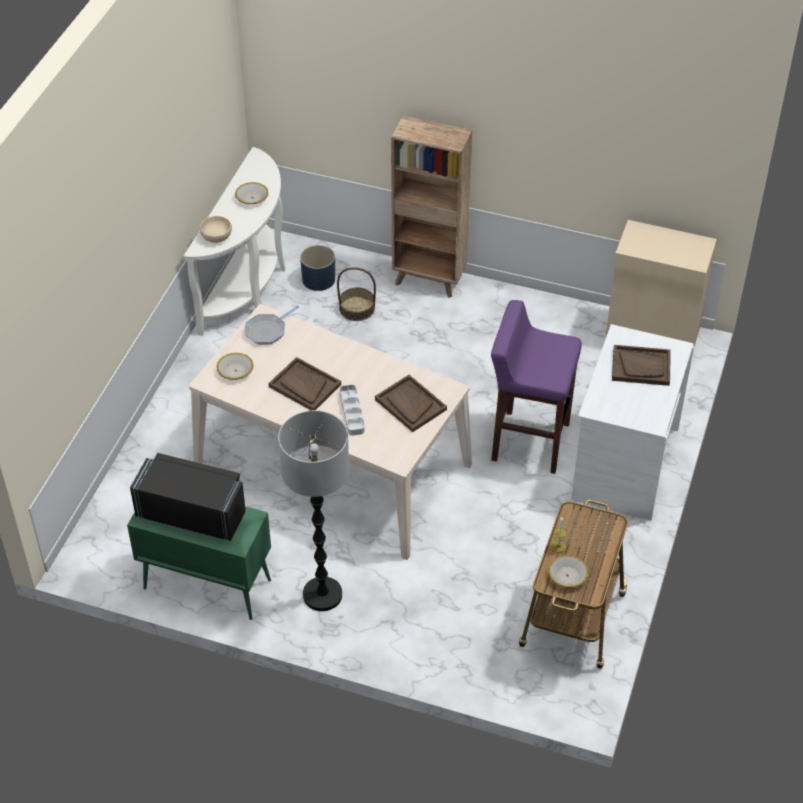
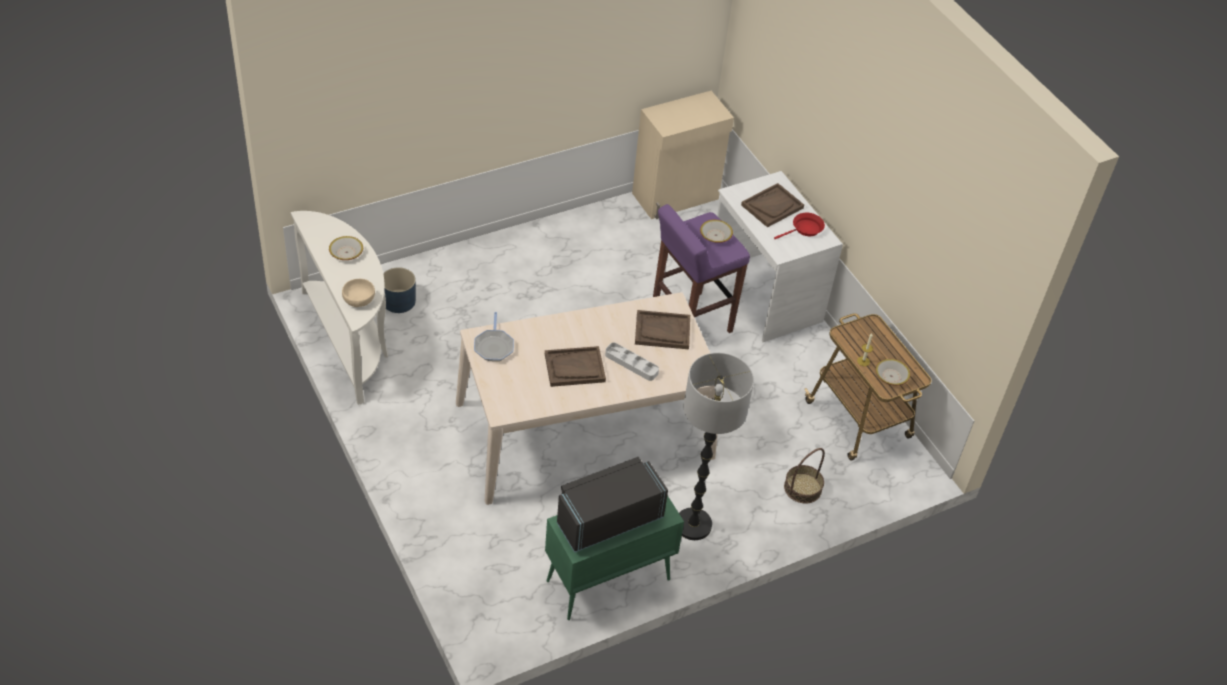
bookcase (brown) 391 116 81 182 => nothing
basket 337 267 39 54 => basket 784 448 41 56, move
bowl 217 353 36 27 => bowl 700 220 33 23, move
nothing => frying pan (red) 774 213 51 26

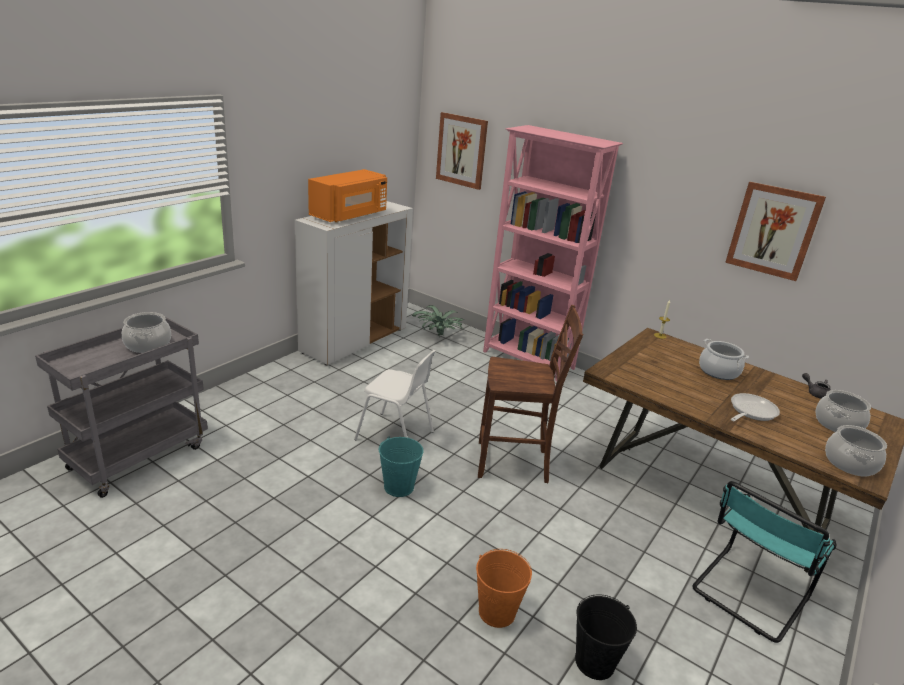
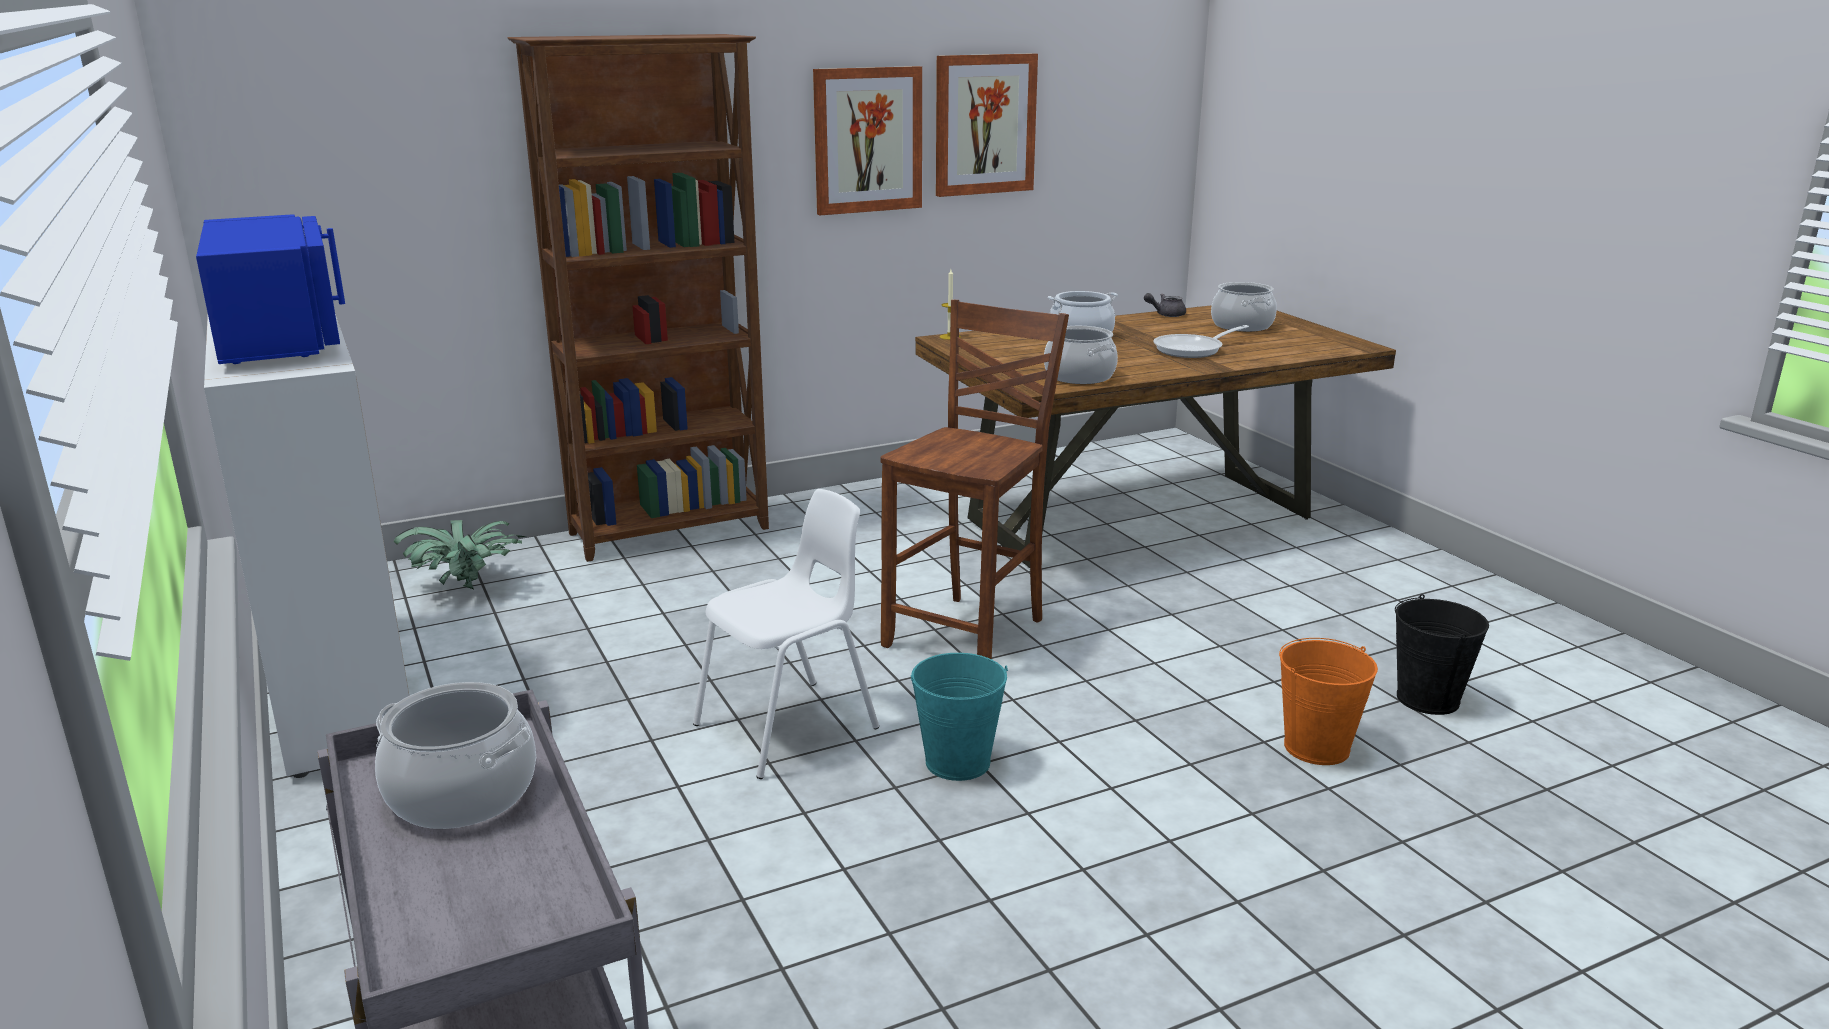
picture 436 112 52 78 => picture 813 66 109 149, move
bookcase (pink) 483 125 140 257 => bookcase (brown) 507 34 262 528
microwave (orange) 308 169 79 53 => microwave (blue) 196 214 149 150
frying pan 731 393 49 28 => frying pan 1154 325 95 33, 105 degrees counterclockwise
cooking pot 825 425 62 52 => cooking pot 1044 326 74 58, move
chair (turquoise) 693 481 143 162 => nothing

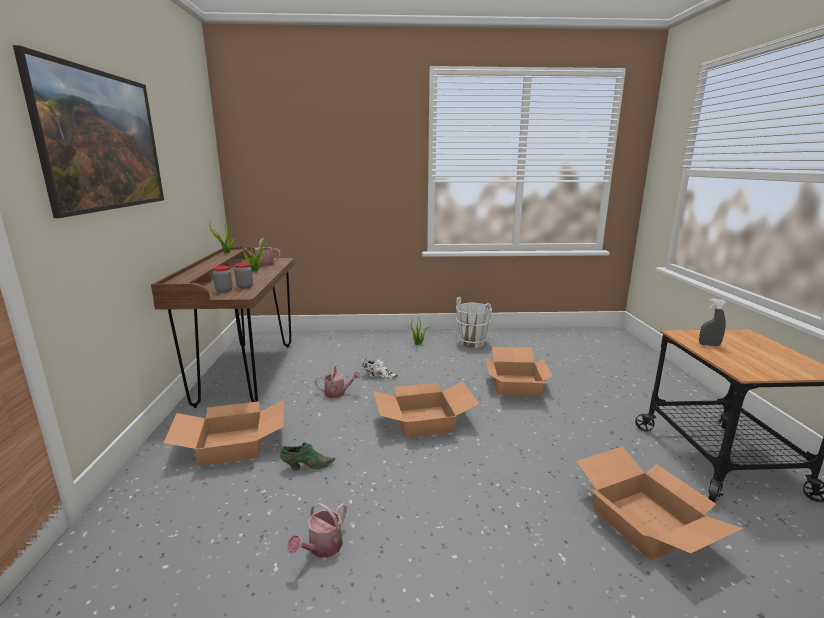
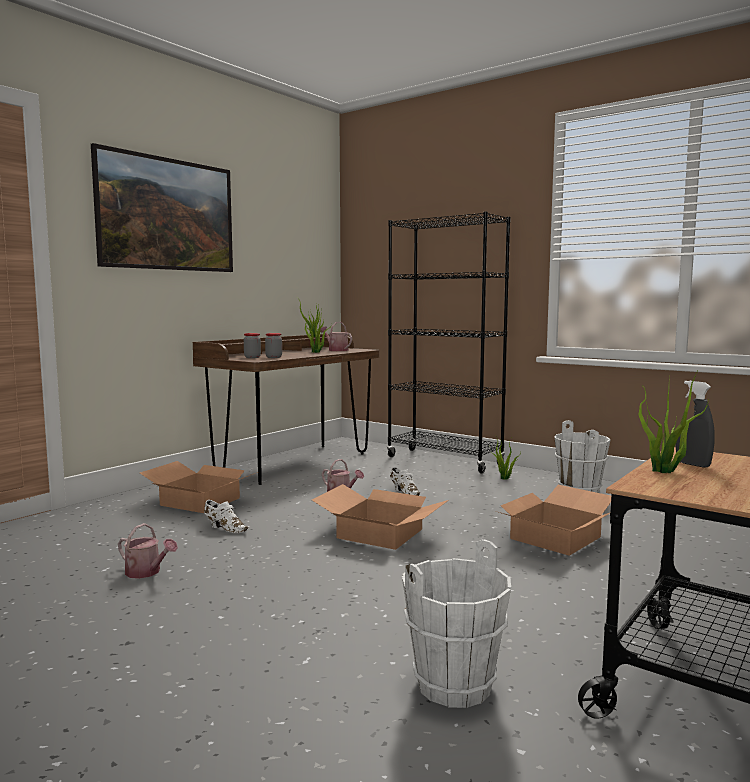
shoe (green) 280 442 55 28 => shoe (white) 204 500 44 33
cardboard box 576 446 168 114 => bucket (white) 402 540 109 168
watering can 287 503 60 55 => watering can 118 523 60 56, 135 degrees counterclockwise
nothing => bookcase (black) 387 212 123 261
nothing => potted plant 638 370 71 103

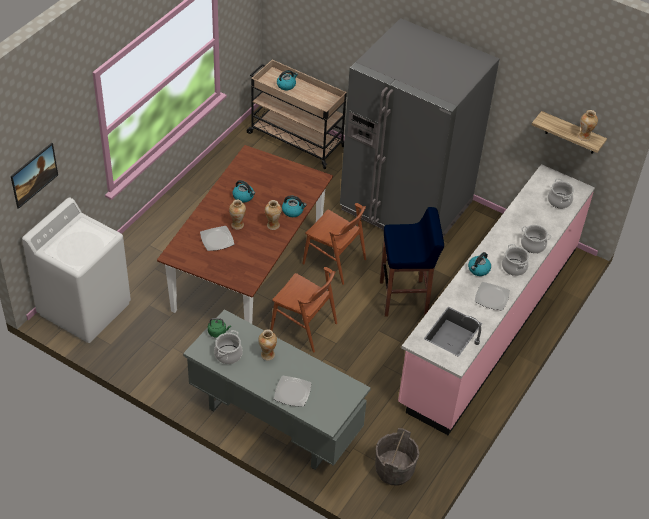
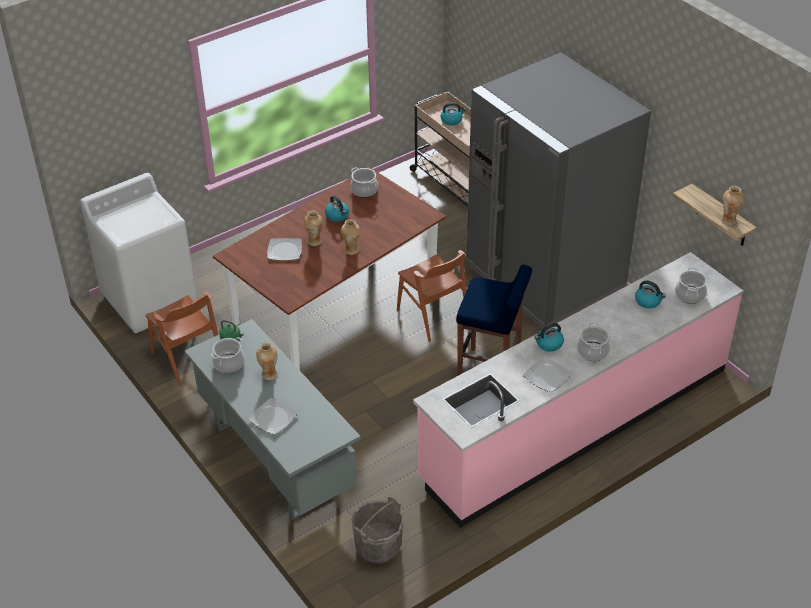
picture 11 143 47 66 => nothing
kettle 282 196 25 21 => kettle 635 281 31 27, move
cooking pot 521 225 30 28 => cooking pot 350 167 28 30, move
chair (brown) 270 267 67 85 => chair (brown) 146 291 72 95, move

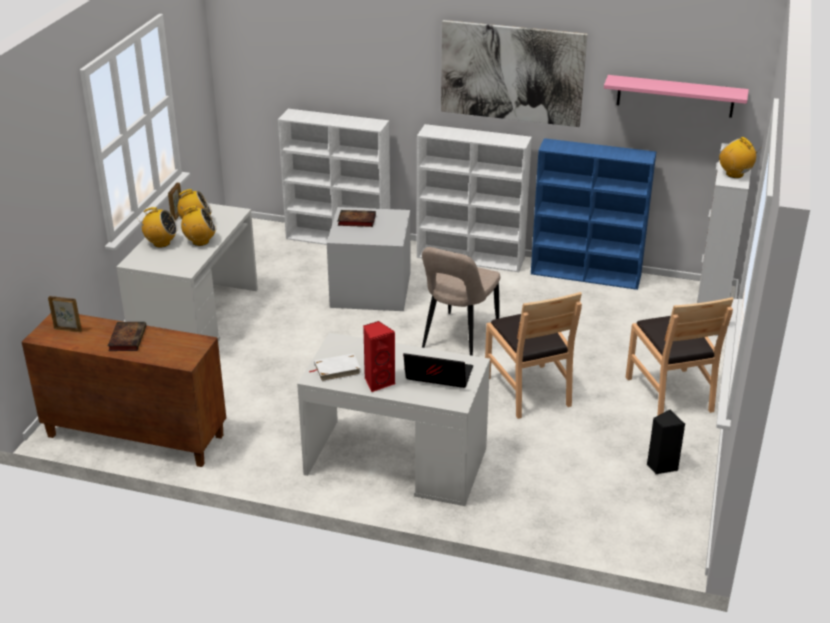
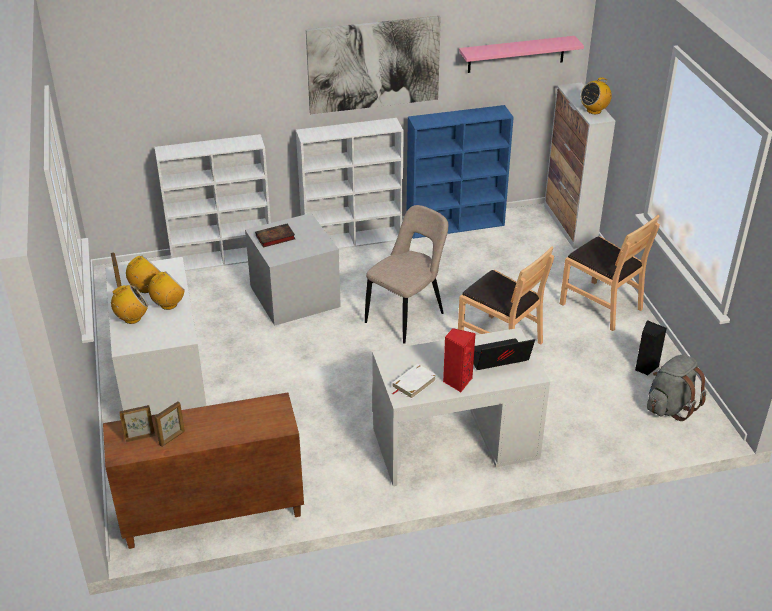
radio 719 137 43 41 => radio 580 77 32 37, 60 degrees counterclockwise
chair (beige) 422 247 78 109 => chair (beige) 365 205 83 139, 135 degrees counterclockwise
book 108 322 39 29 => nothing
nothing => backpack (grey) 647 354 59 67
nothing => picture frame 154 401 31 46

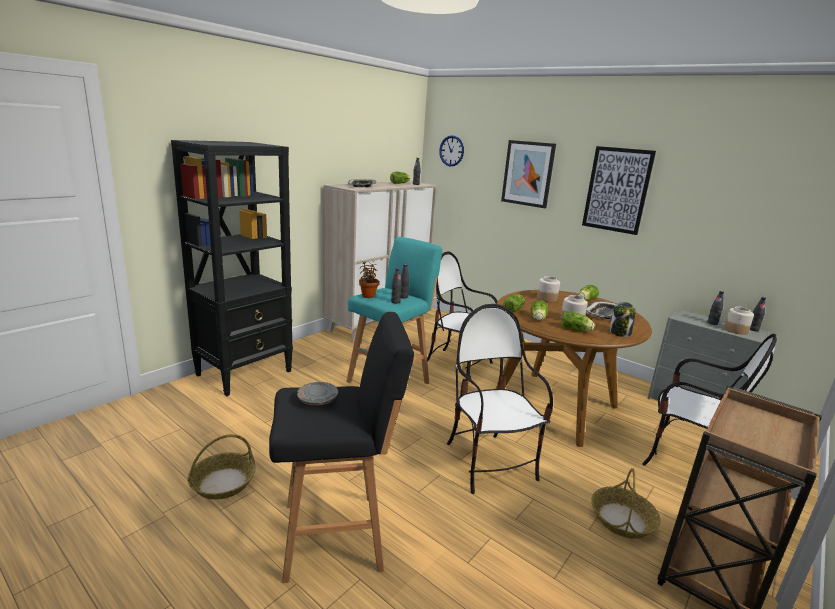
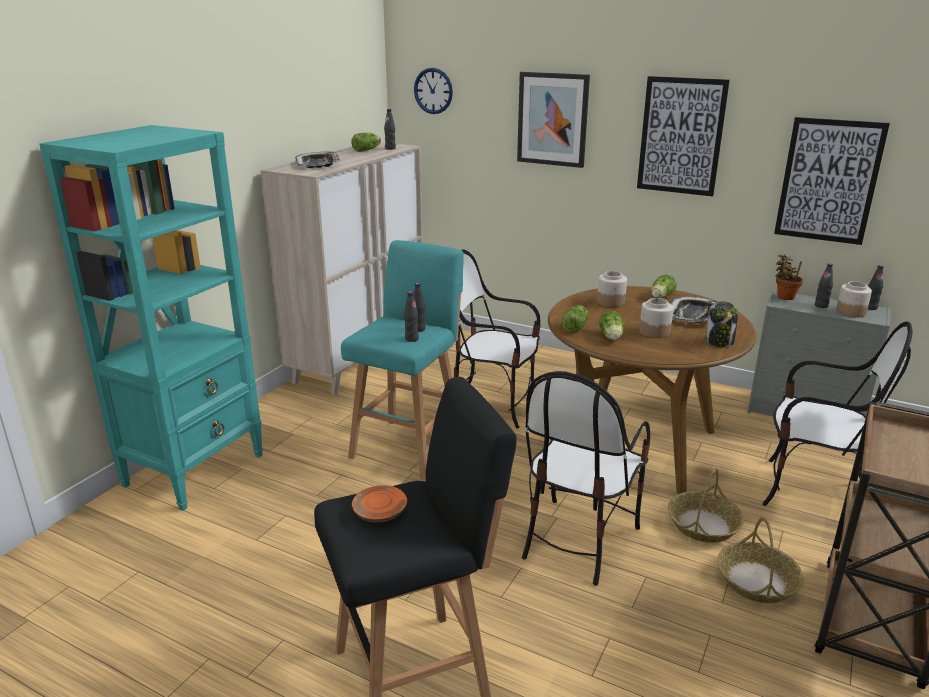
bookcase (black) 171 140 122 256 => bookcase (turquoise) 39 125 224 386
potted plant 359 262 20 36 => potted plant 775 254 28 46, move
chair 447 304 106 190 => chair 522 371 128 215, 120 degrees counterclockwise
lettuce 561 311 34 20 => nothing
plate (grey) 297 382 41 24 => plate (orange) 352 485 55 37
basket 187 434 69 66 => basket 668 468 76 75, move
nothing => picture 774 117 116 128

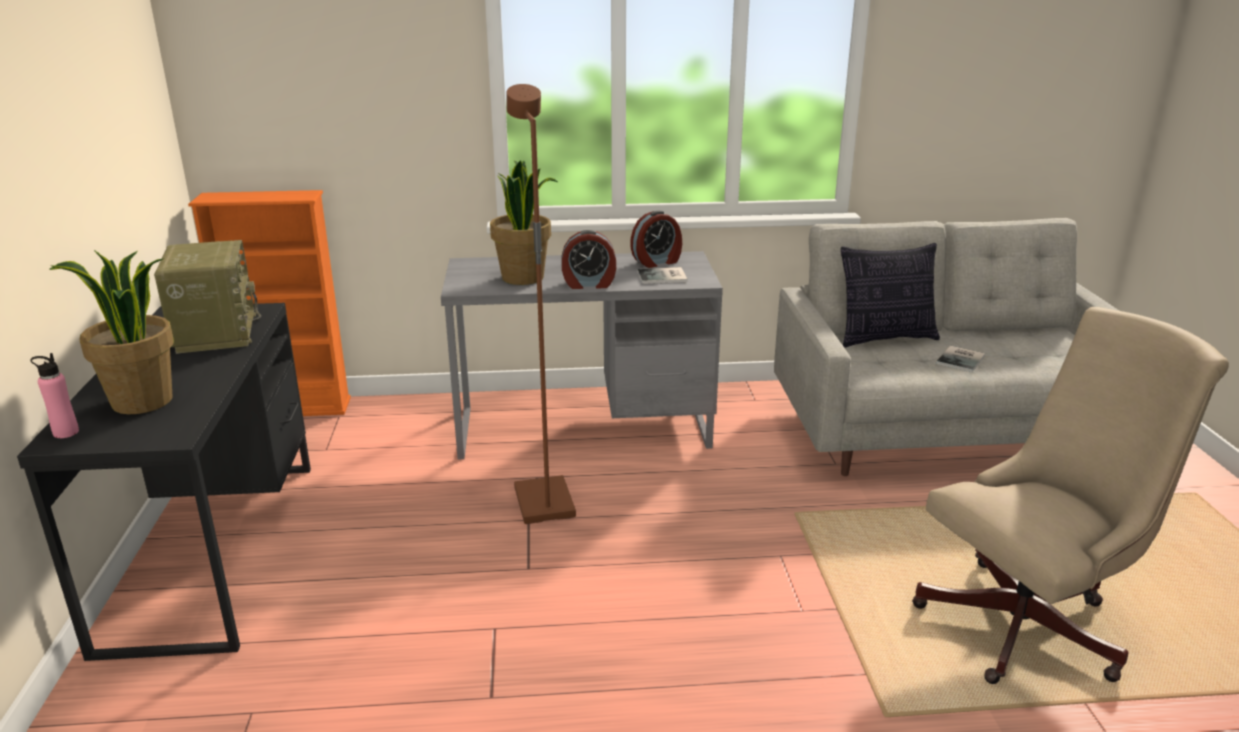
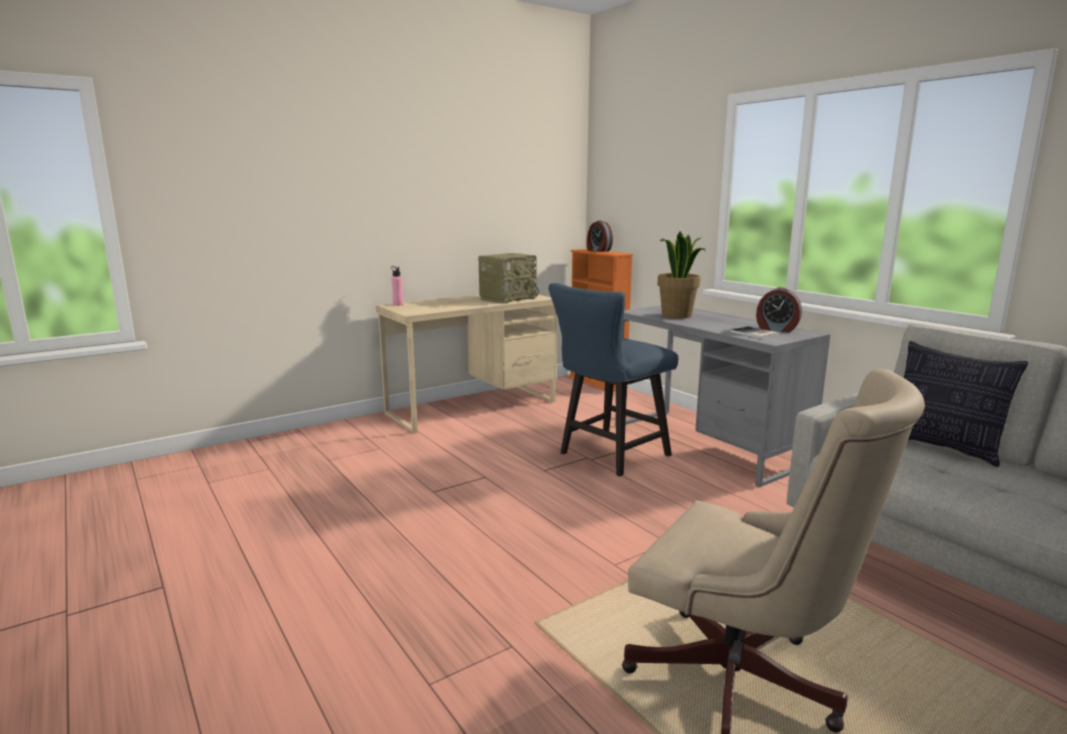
floor lamp (brown) 507 84 69 440 => chair (blue) 548 283 130 194
alarm clock 562 230 54 59 => alarm clock 587 220 26 32, move
potted plant 49 250 125 164 => nothing
desk (black) 17 303 294 358 => desk (beige) 376 294 181 140
book 936 346 49 26 => nothing

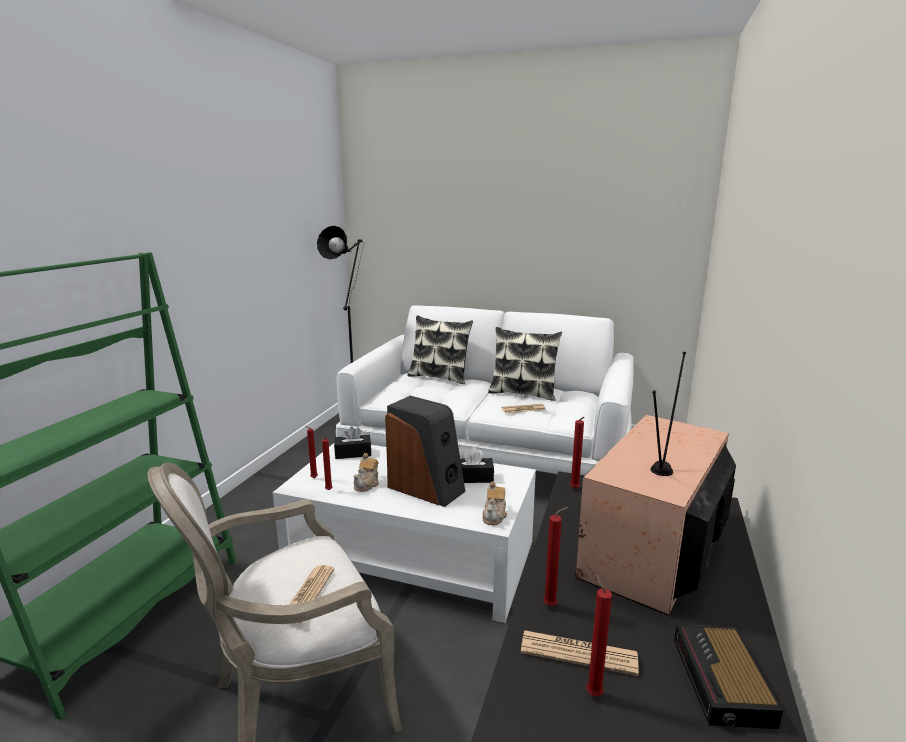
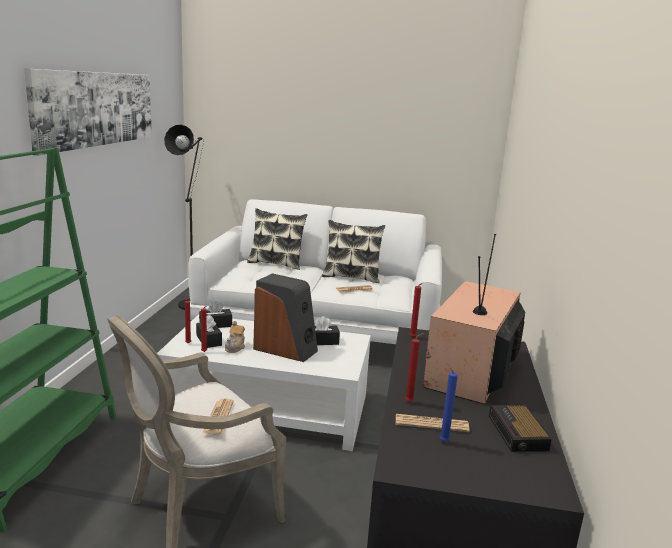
teapot 483 481 24 44 => nothing
candle (red) 586 572 26 124 => candle (blue) 440 363 18 79
nothing => picture 24 68 128 88
nothing => tissue box (black) 196 315 26 33

